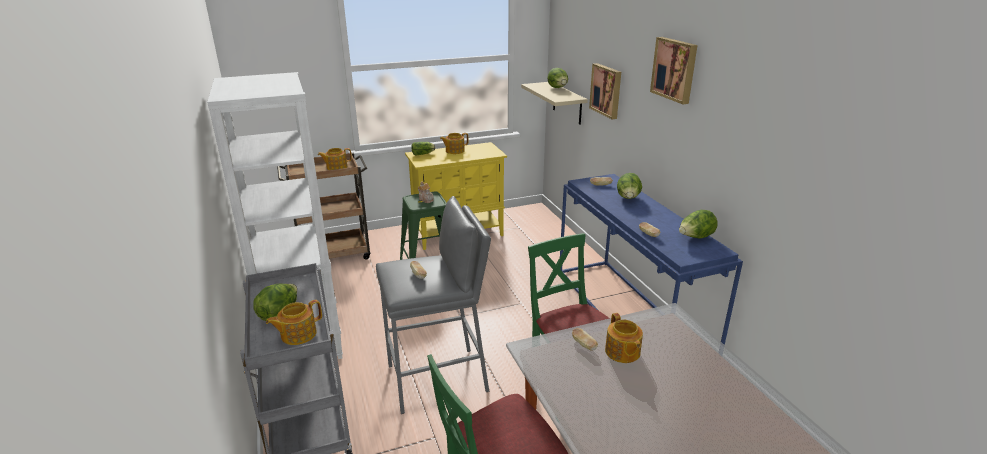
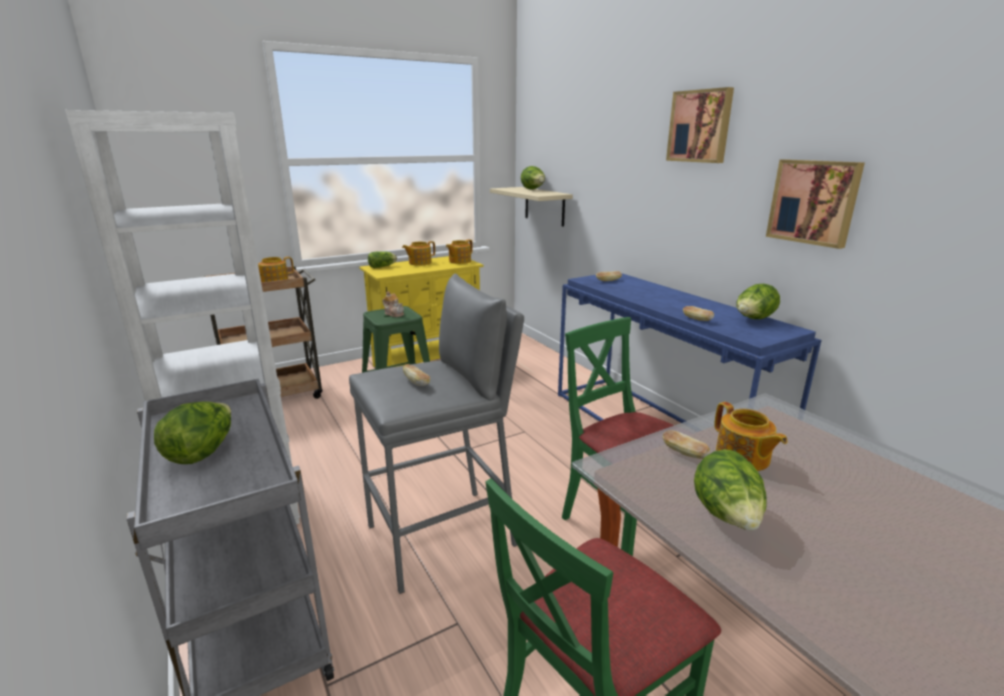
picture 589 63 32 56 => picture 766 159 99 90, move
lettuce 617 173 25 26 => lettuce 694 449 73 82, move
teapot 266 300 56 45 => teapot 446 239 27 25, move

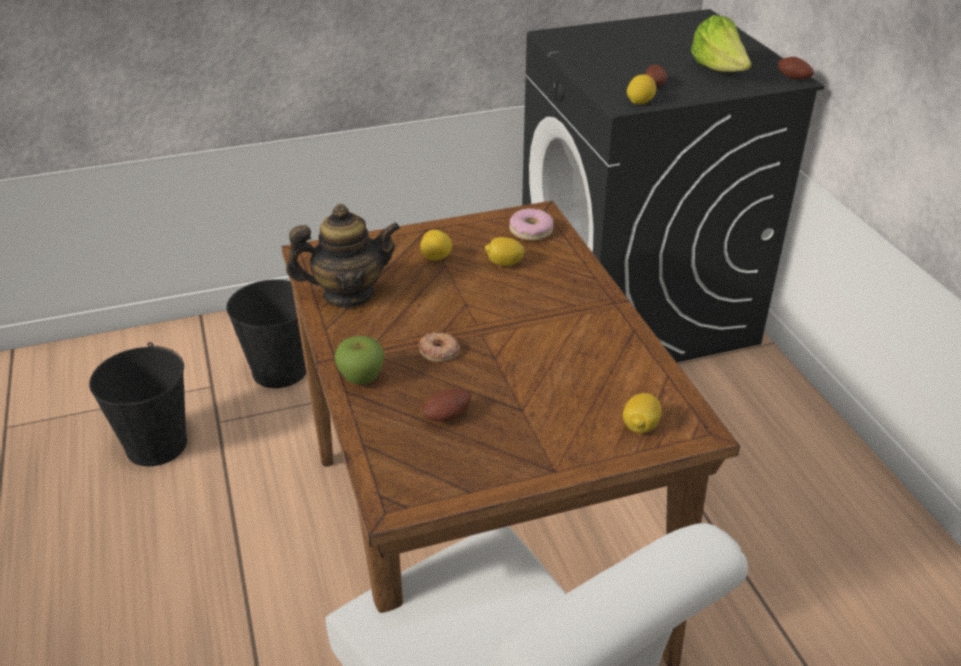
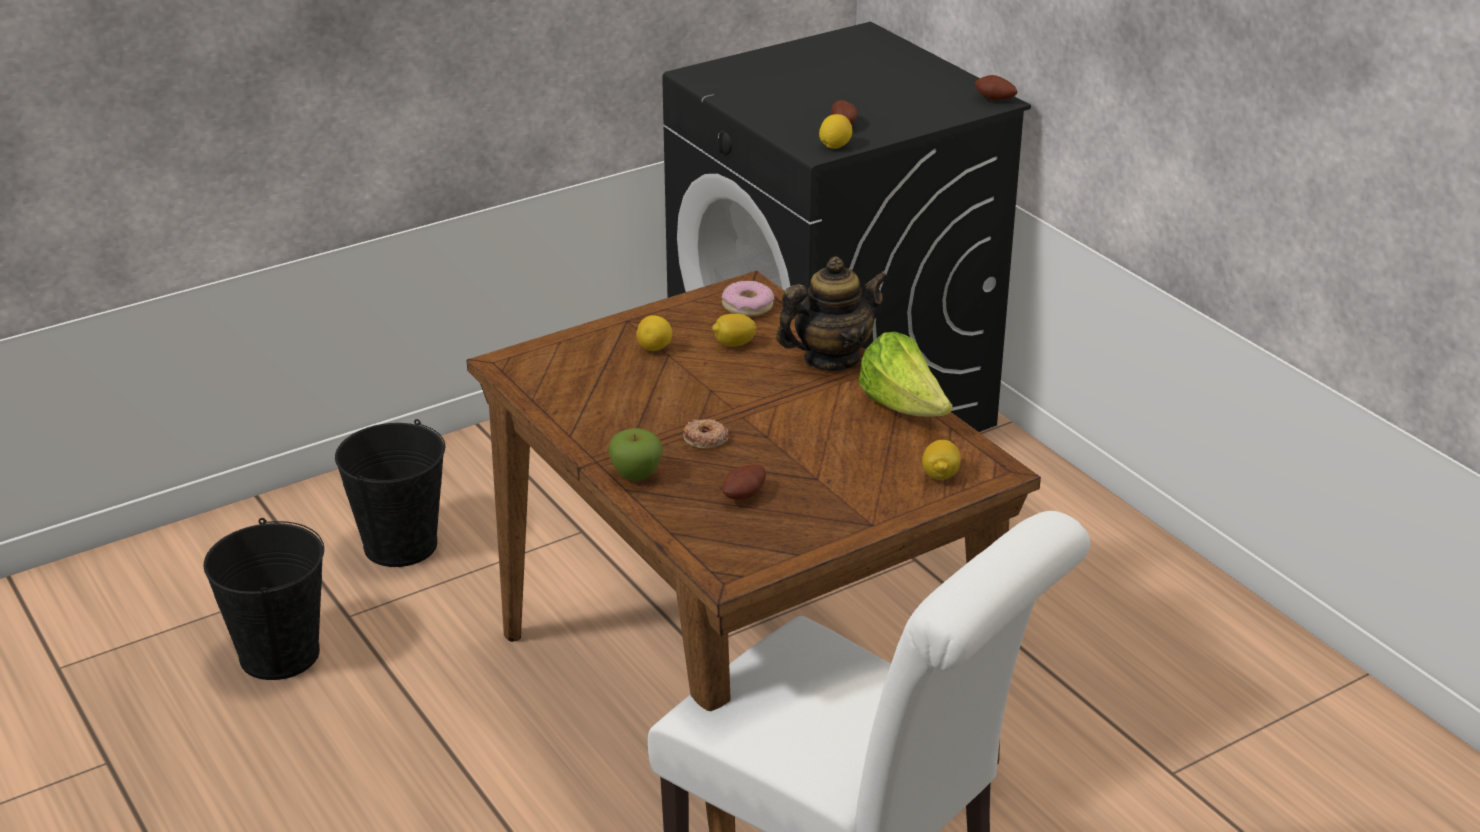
lettuce 691 15 61 57 => lettuce 858 332 94 85, move
teapot 286 204 114 104 => teapot 776 256 113 115, move

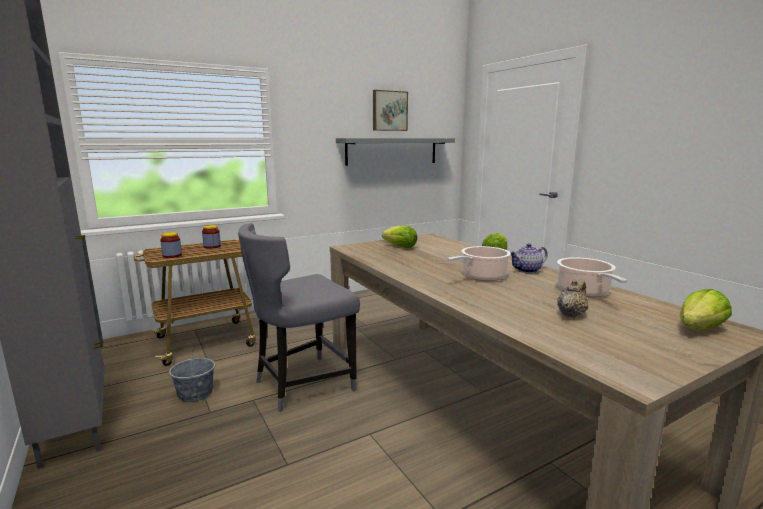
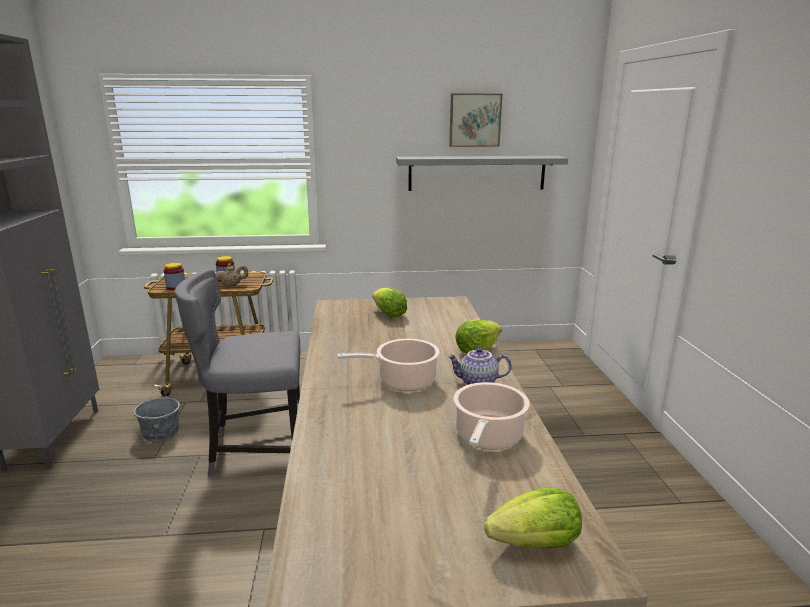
teapot (beige) 557 279 31 39 => teapot (beige) 215 263 33 24, move

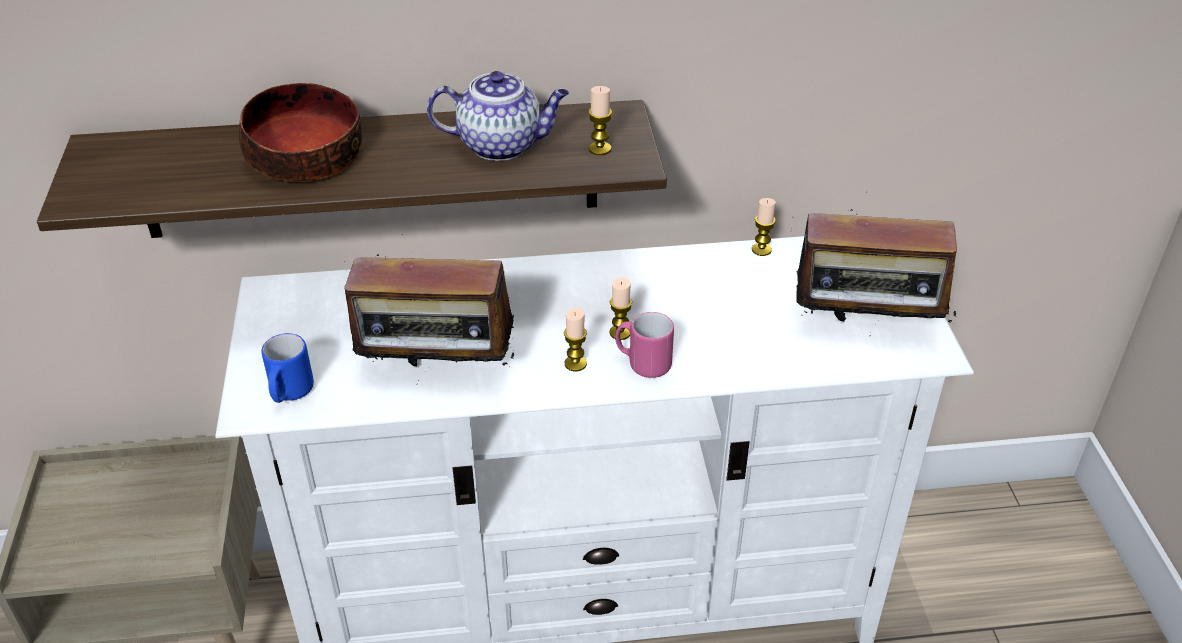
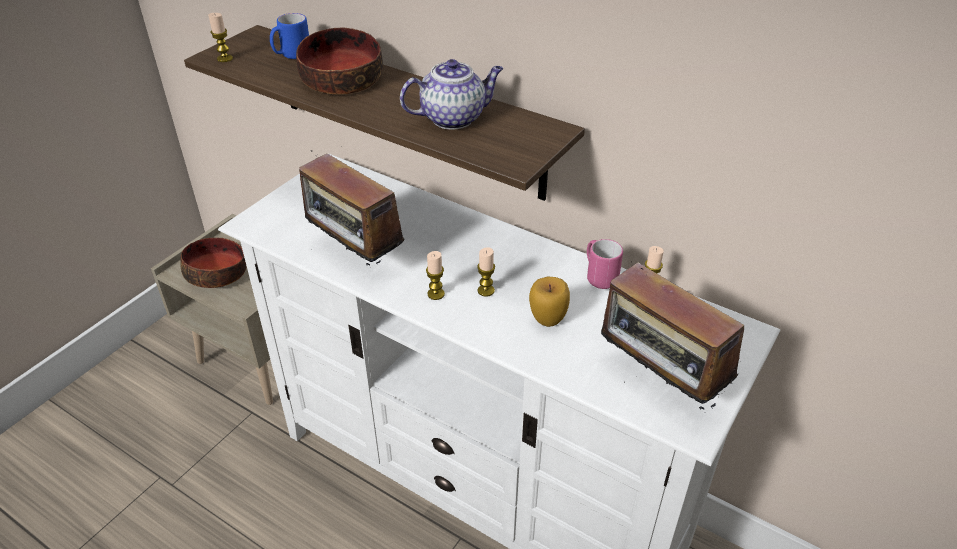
teapot 427 71 142 90 => teapot 400 59 103 71, 60 degrees counterclockwise
candle 588 86 24 69 => candle 208 13 25 49, move
mug (pink) 615 312 59 66 => mug (pink) 587 239 36 50, move
mug (blue) 261 333 53 70 => mug (blue) 270 13 39 46, move
nothing => bowl 180 237 67 51
nothing => apple 529 277 41 50

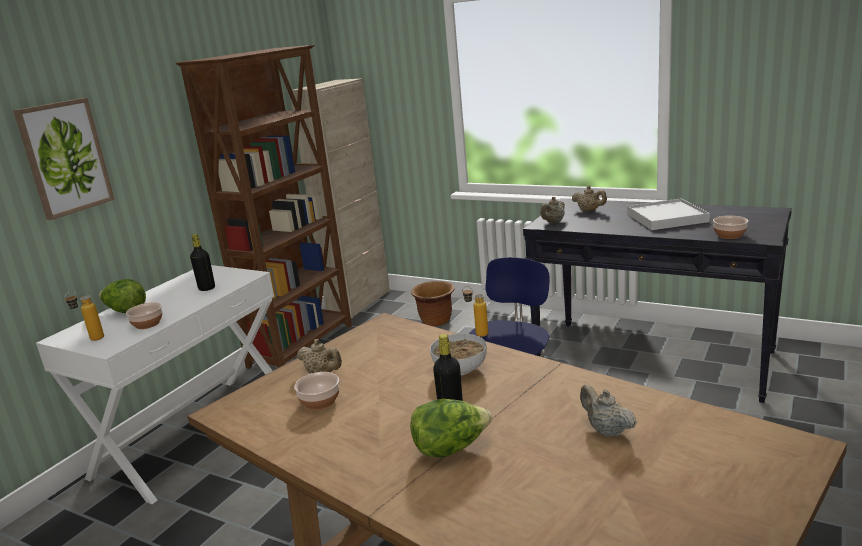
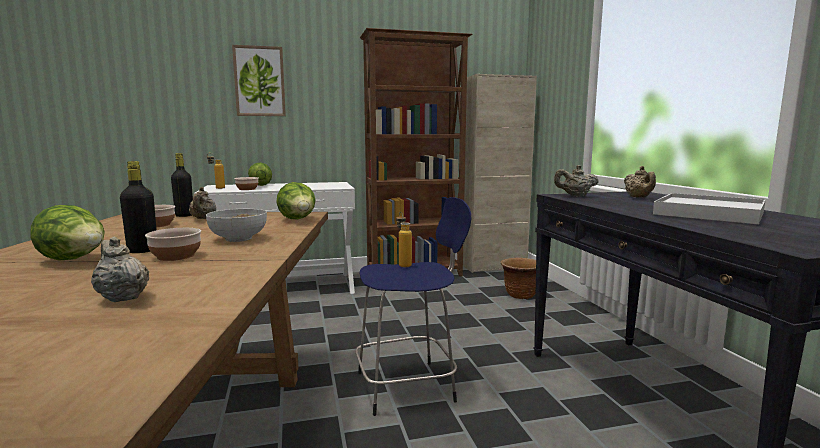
bowl 713 215 35 24 => bowl 145 228 56 33, move
bottle (black) 190 234 25 57 => bottle (black) 171 153 22 64, move
teapot (beige) 580 384 57 53 => teapot (beige) 91 237 58 65, 60 degrees counterclockwise
nothing => lettuce 276 182 40 37

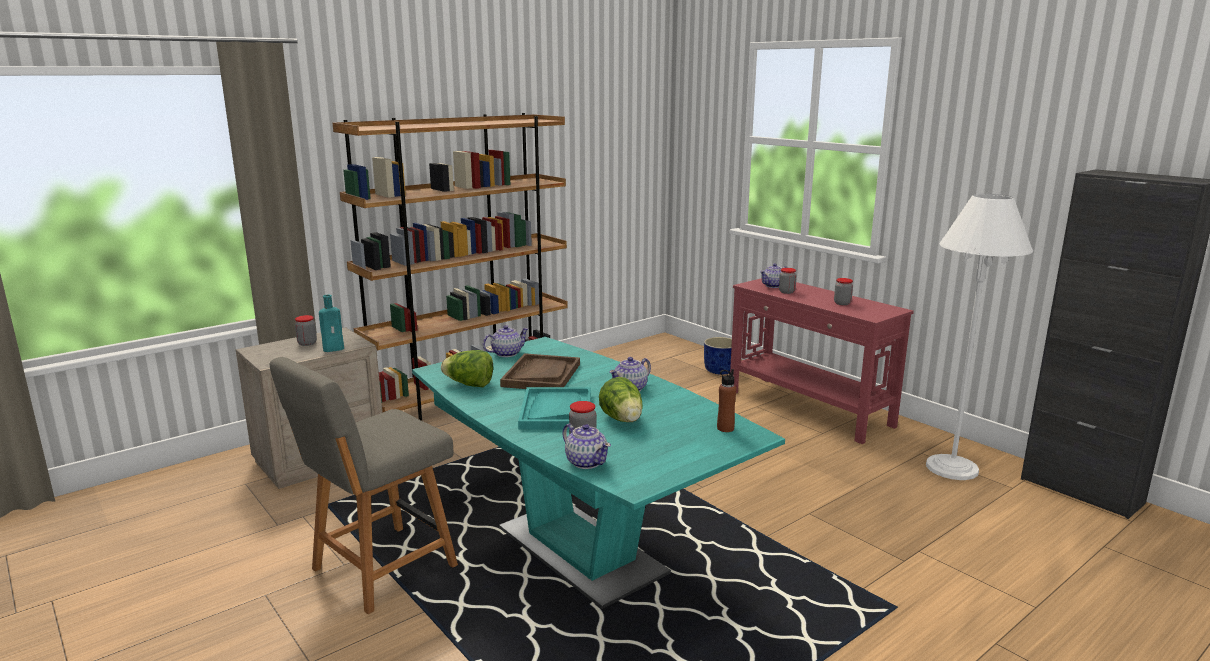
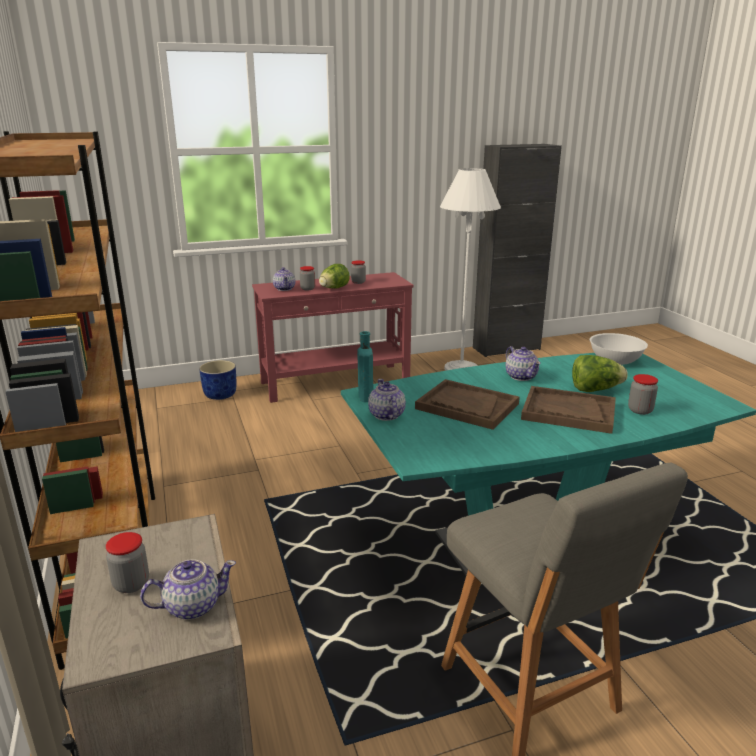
bottle (turquoise) 319 295 25 57 => bottle (turquoise) 357 331 16 71, move
lettuce 441 350 52 37 => lettuce 319 264 31 25, move
bottle (brown) 717 369 19 63 => bowl (white) 590 333 58 32
tray (turquoise) 518 387 73 43 => tray (brown) 521 386 95 48
teapot 563 424 48 45 => teapot 140 559 96 61, move

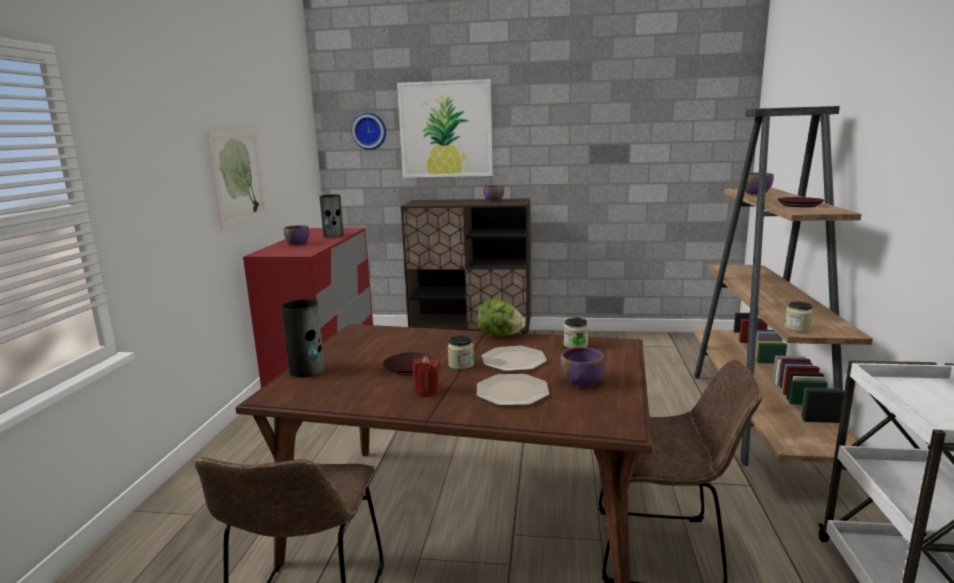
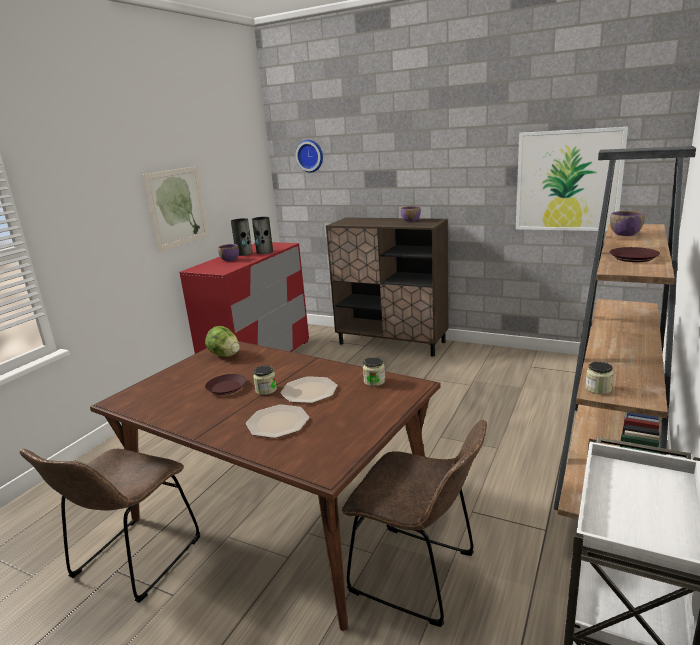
picture 397 79 96 99 => picture 516 127 112 104, move
vase 281 299 44 78 => vase 231 218 22 38, move
lettuce 478 299 47 38 => lettuce 205 326 35 31, move
bowl (purple) 560 347 45 40 => nothing
candle (red) 412 356 27 40 => nothing

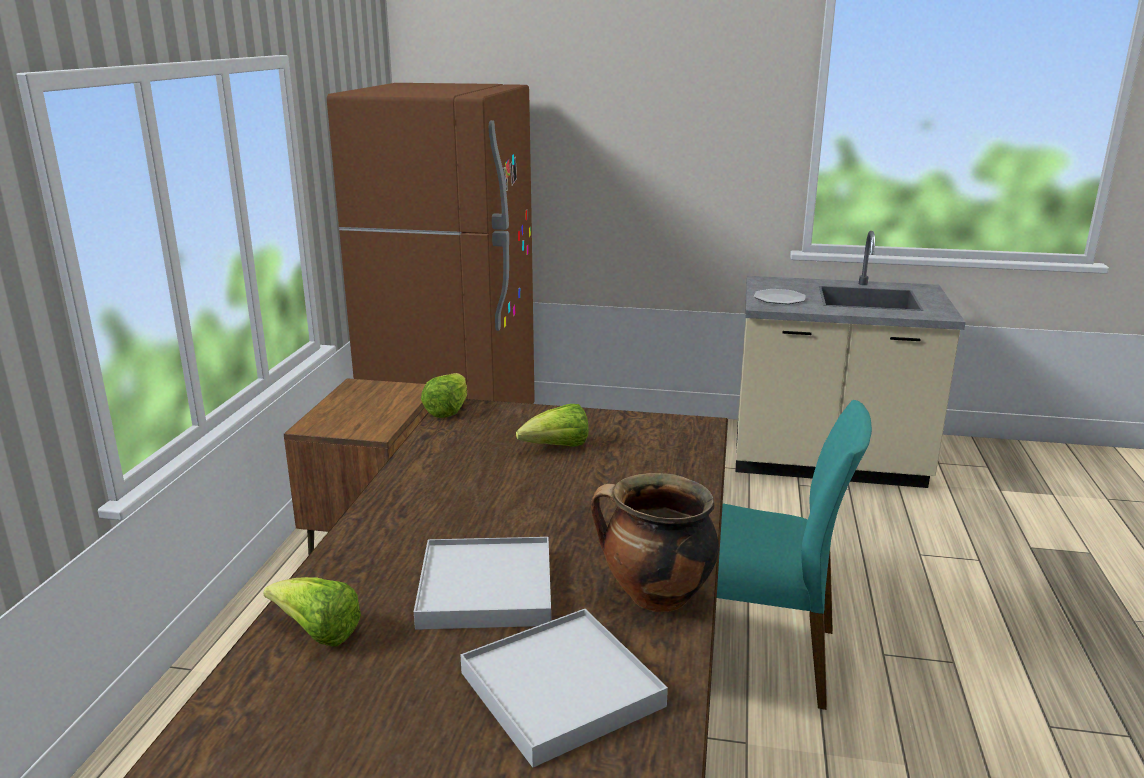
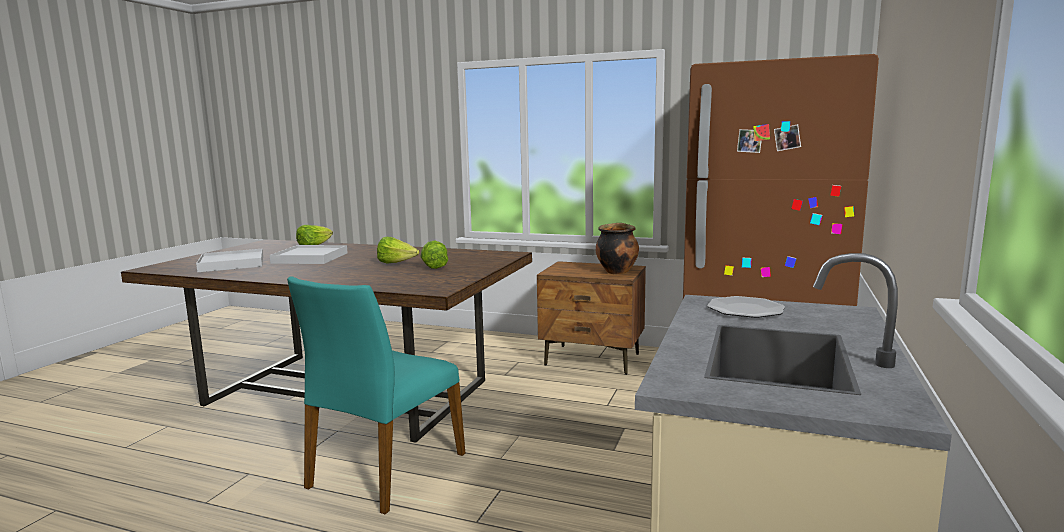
lettuce 421 373 46 45 => lettuce 377 237 42 26, move
cooking pot 591 473 128 139 => cooking pot 596 223 43 51, move

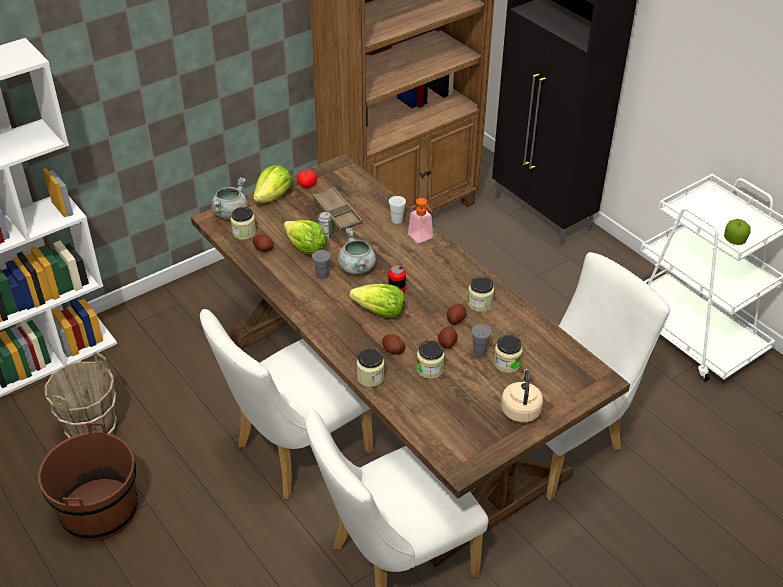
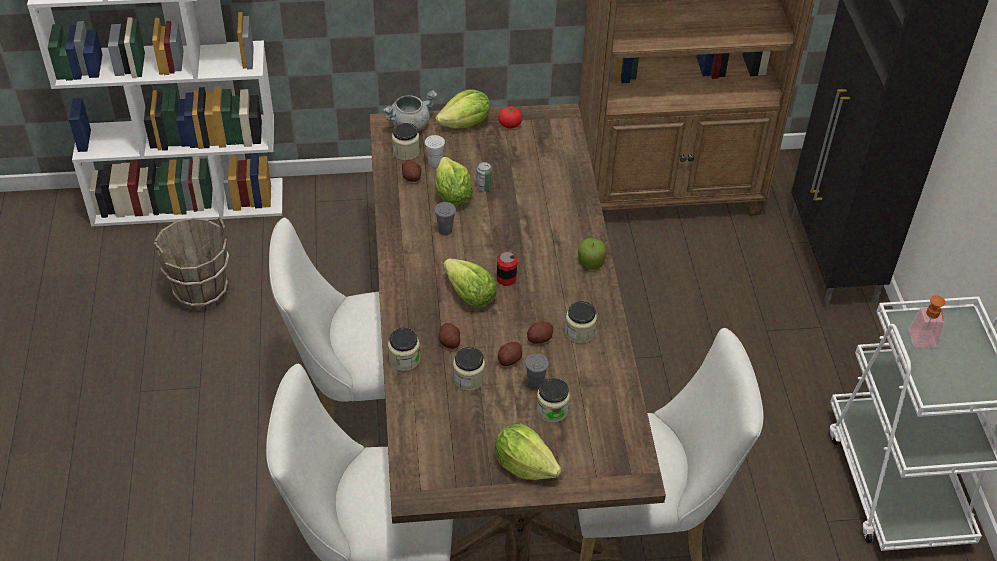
tray (brown) 313 187 50 44 => nothing
cup (white) 389 196 17 28 => cup (white) 424 135 21 32, move
soap dispenser 408 198 25 45 => soap dispenser 909 295 36 53, move
apple 724 219 26 26 => apple 578 238 28 32, move
cooking pot (grey) 338 228 38 46 => nothing
kettle (beige) 501 369 42 54 => lettuce 495 424 67 56
bucket (brown) 38 423 99 118 => nothing

